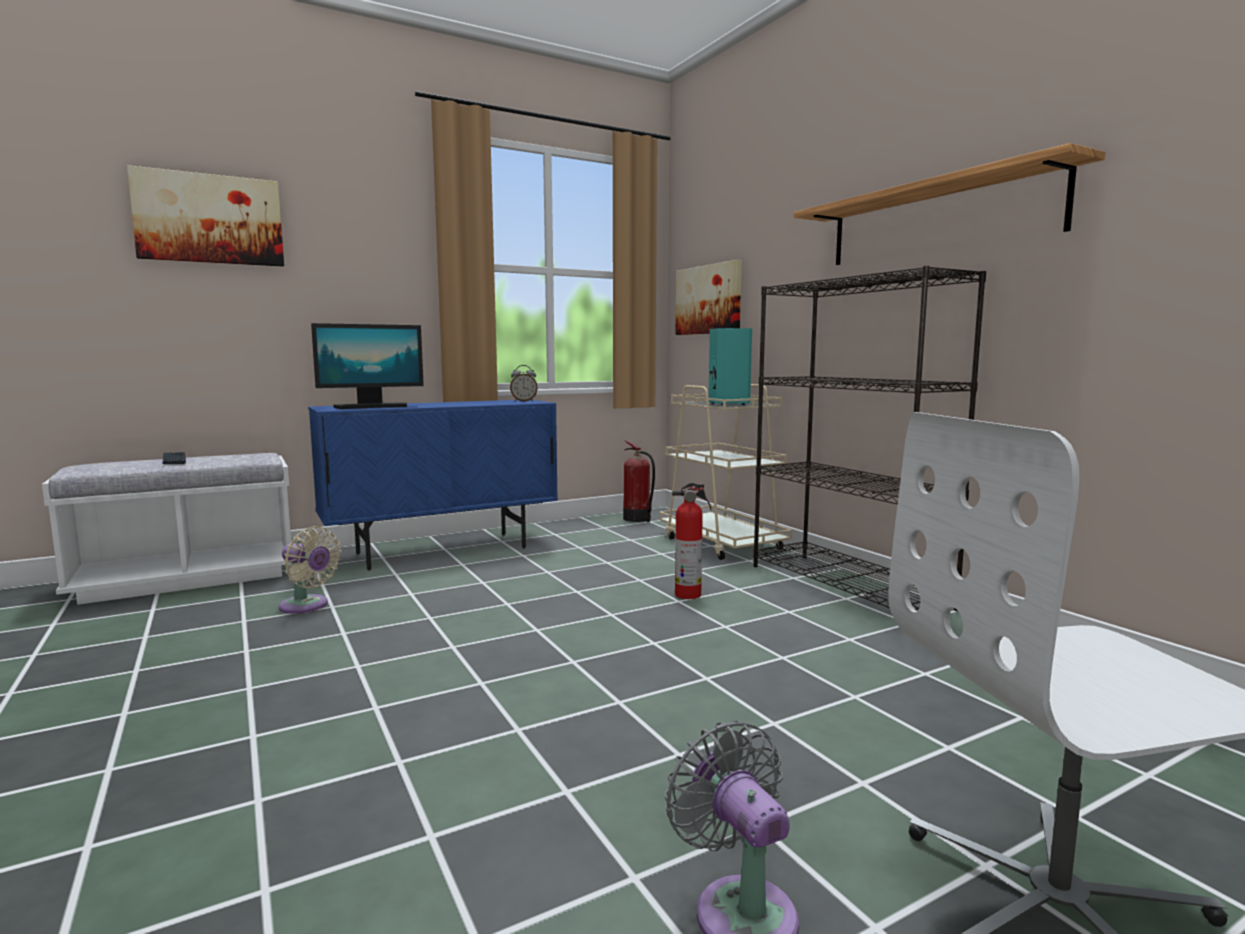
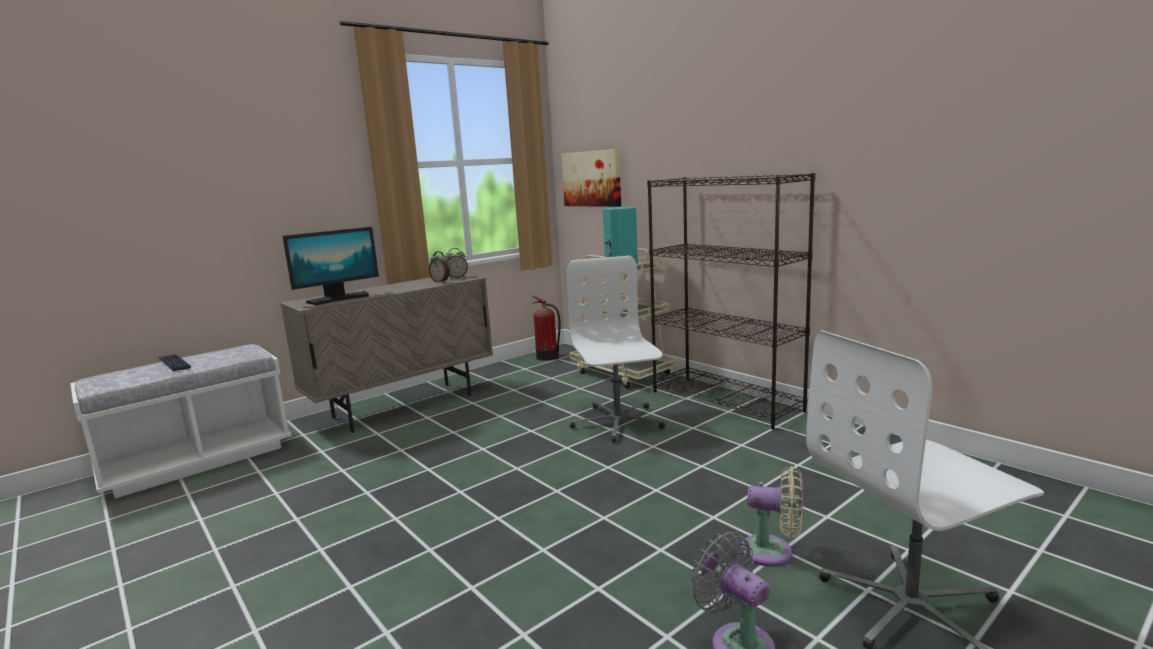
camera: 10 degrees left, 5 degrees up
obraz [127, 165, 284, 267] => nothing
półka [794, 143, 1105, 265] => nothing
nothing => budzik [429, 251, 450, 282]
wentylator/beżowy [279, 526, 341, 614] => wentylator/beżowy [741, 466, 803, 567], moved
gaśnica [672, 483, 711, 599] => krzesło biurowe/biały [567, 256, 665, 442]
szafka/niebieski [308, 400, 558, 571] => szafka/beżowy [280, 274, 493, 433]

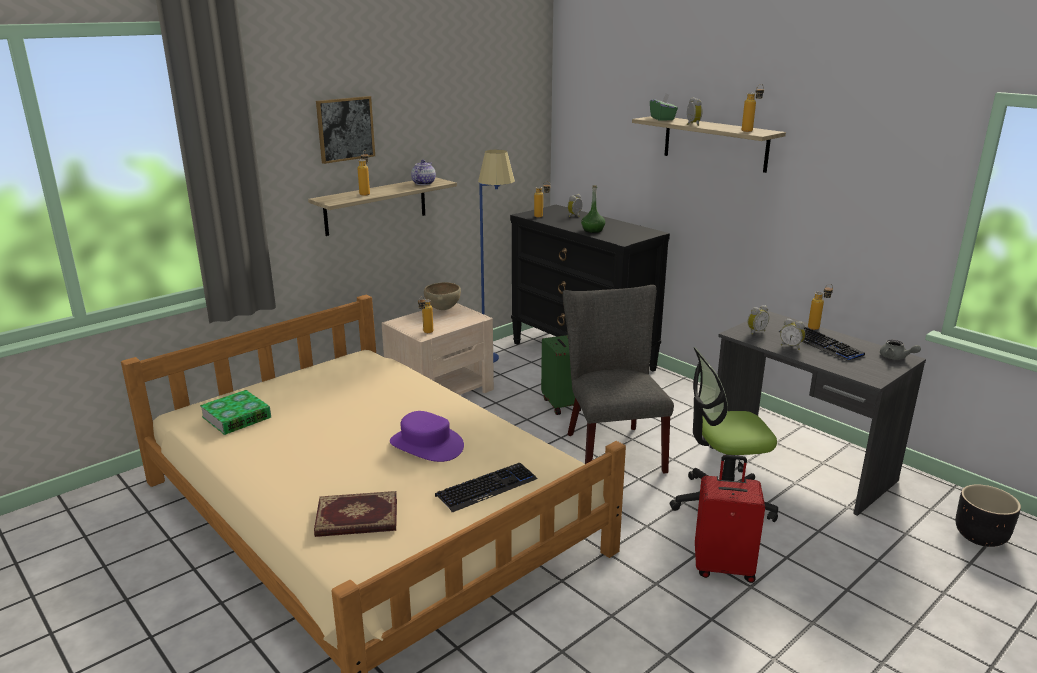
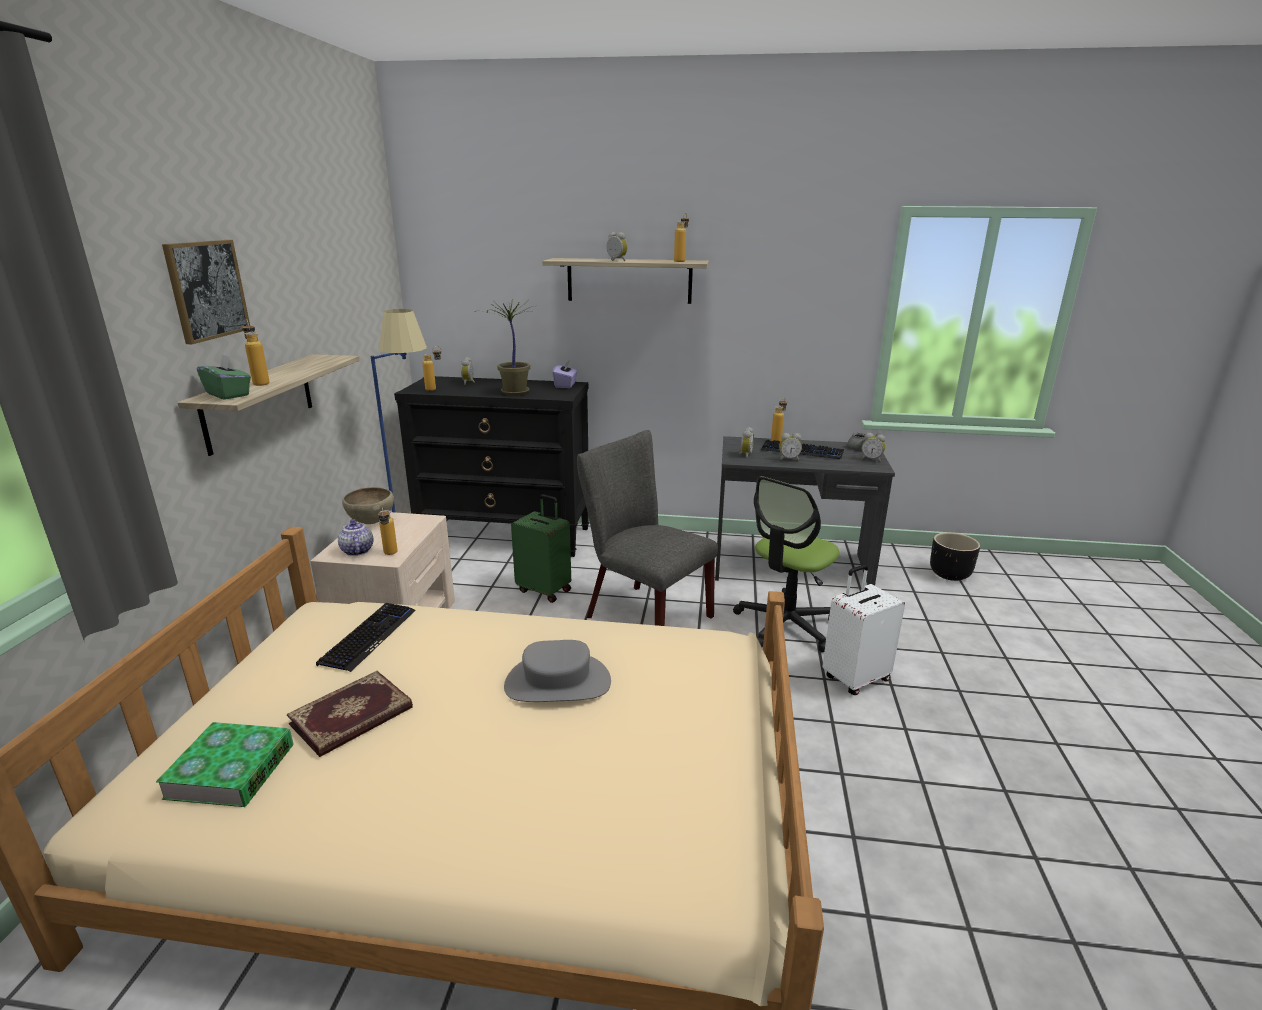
camera: 40 degrees left, 0 degrees up
nothing => pudełko chusteczek/fioletowy [552, 360, 578, 388]
nothing => budzik [862, 433, 885, 462]
książka [314, 491, 397, 537] => książka [287, 671, 413, 757], moved
imbryk [411, 160, 436, 185] => imbryk [338, 519, 374, 556], moved
klawiatura [435, 463, 537, 512] => klawiatura [316, 603, 416, 672], moved
pudełko chusteczek/zielony [650, 94, 678, 121] => pudełko chusteczek/zielony [197, 354, 251, 400], moved
butelka/zielony [581, 185, 605, 233] => roślina doniczkowa [474, 299, 534, 395]
kapelusz/fioletowy [390, 411, 464, 462] => kapelusz/szary [504, 640, 611, 702]
walizka/czerwony [695, 455, 765, 583] => walizka/biały [822, 565, 905, 695]

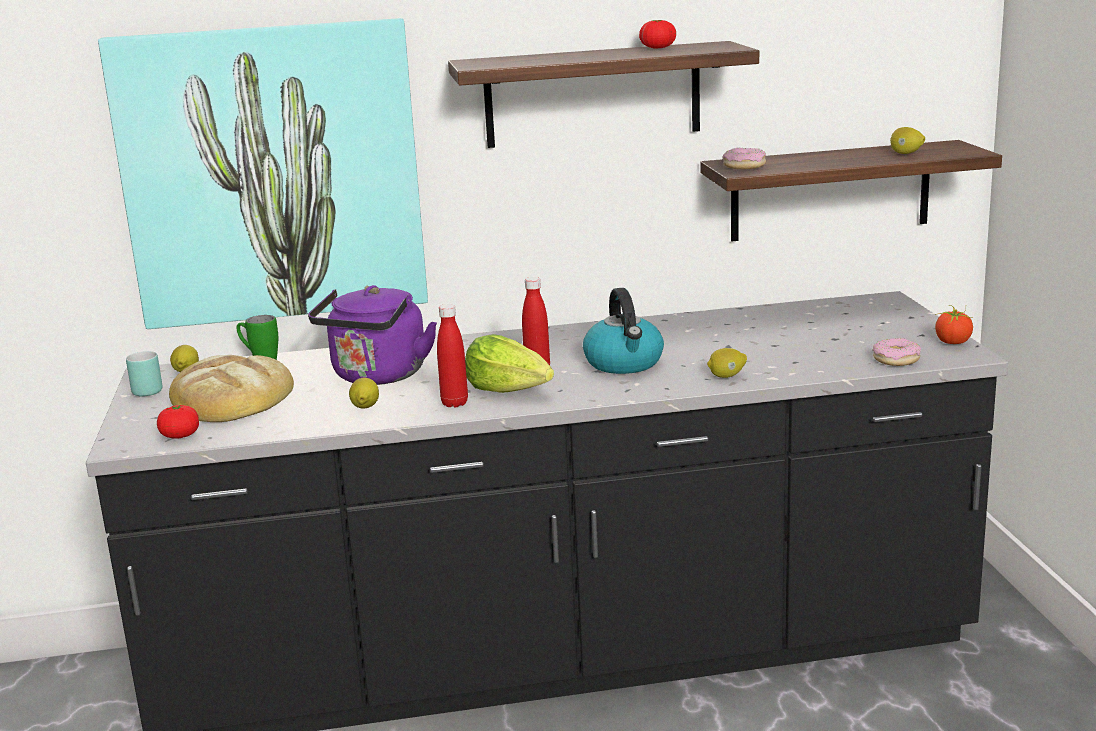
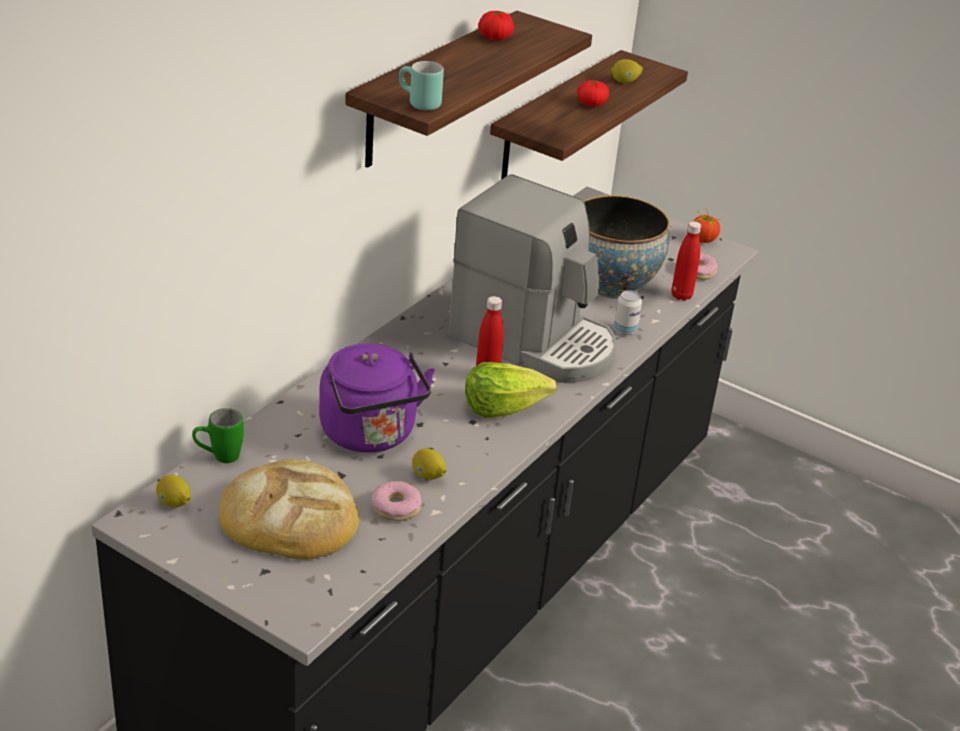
camera: 50 degrees left, 15 degrees up
obraz [98, 18, 428, 329] => nothing
nothing => miska [584, 195, 670, 298]
kubek/turkusowy [126, 351, 163, 396] => kubek/turkusowy [399, 61, 444, 110], moved
pomidor [157, 405, 199, 439] => pomidor [577, 80, 609, 106], moved
butelka/czerwony [437, 304, 468, 408] => butelka/czerwony [672, 221, 701, 301], moved
donut [723, 148, 766, 169] => donut [373, 481, 422, 521], moved
czajnik [583, 288, 664, 374] => ekspres do kawy [449, 174, 617, 383]
cytryna [707, 348, 747, 378] => puszka [614, 290, 642, 335]

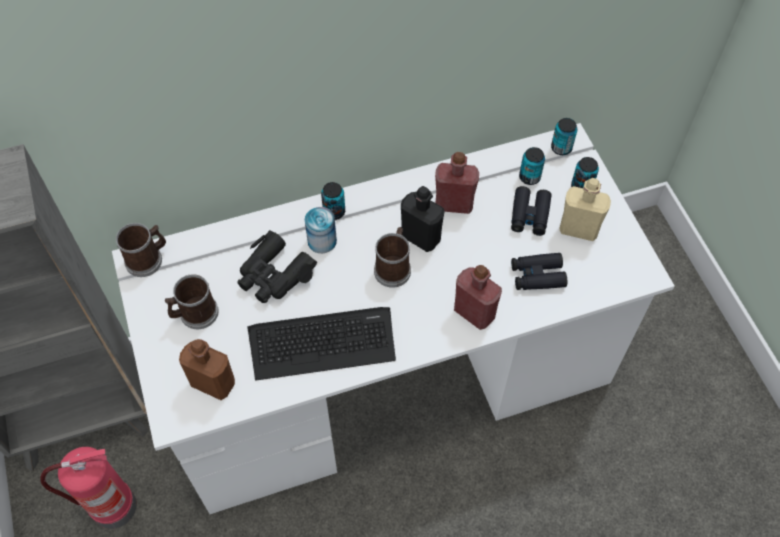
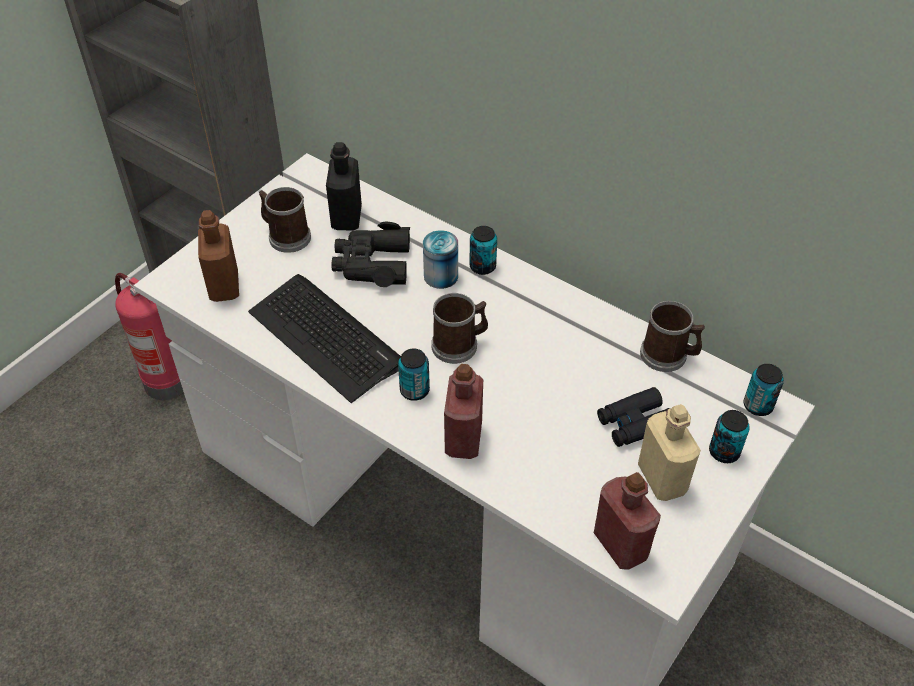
camera: 55 degrees right, 10 degrees down
lornetka/czarny [511, 253, 567, 290] => nothing
kubek [116, 223, 166, 277] => kubek [640, 301, 705, 372], moved
butelka/czarny [401, 186, 445, 252] => butelka/czarny [326, 142, 362, 230], moved
butelka/czerwony [435, 152, 479, 214] => butelka/czerwony [594, 472, 661, 569], moved
puszka [519, 147, 545, 185] => puszka [398, 349, 430, 401], moved

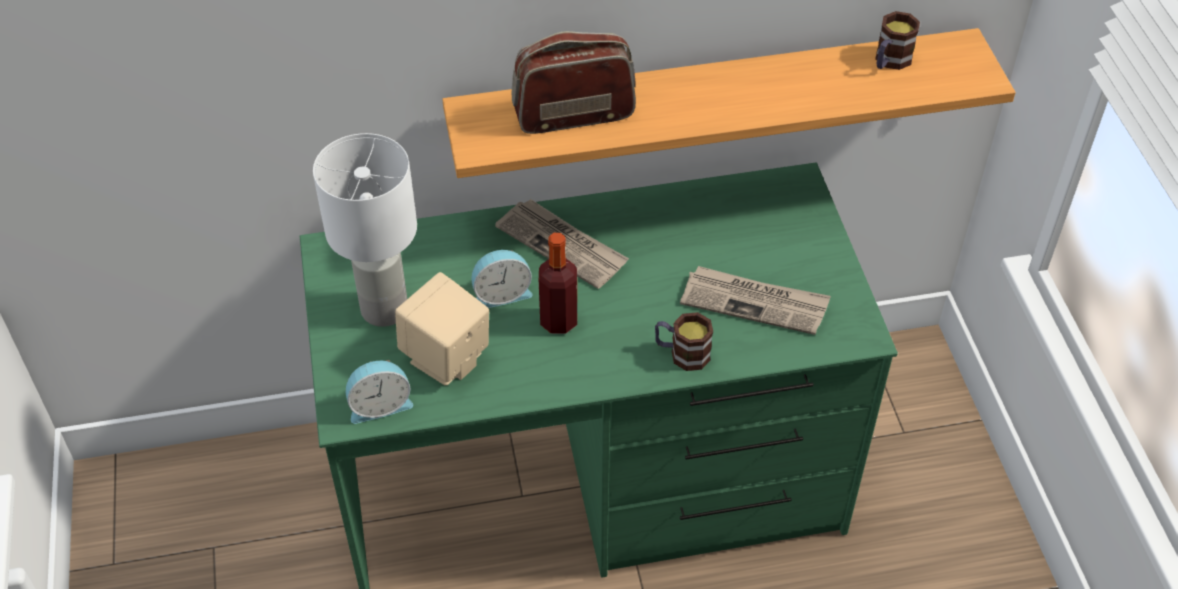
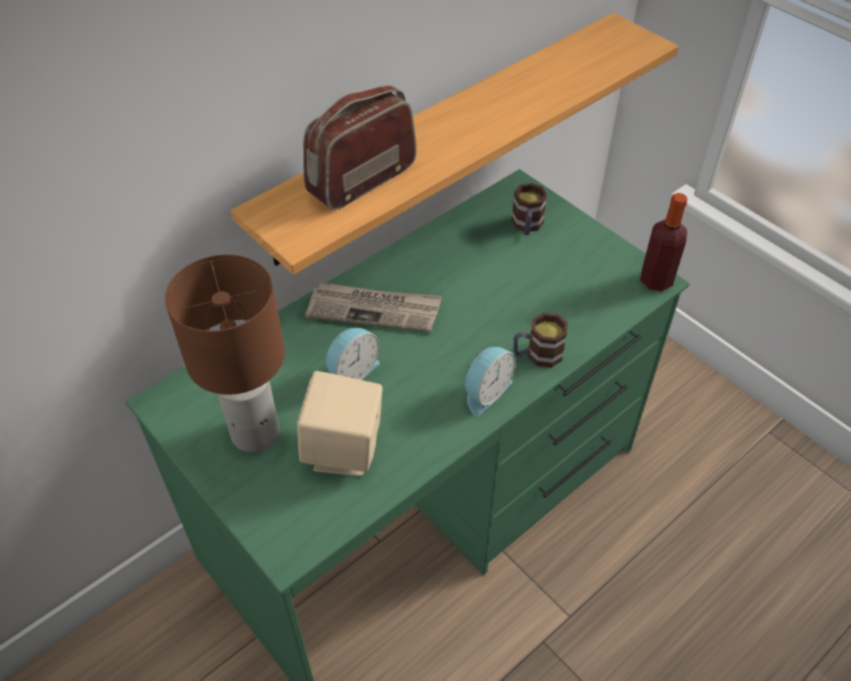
camera: 30 degrees left, 0 degrees up
gazeta [680, 266, 831, 335] => nothing
budzik [346, 360, 413, 424] => budzik [465, 347, 515, 416], moved
butelka [539, 233, 577, 334] => butelka [640, 193, 687, 291], moved
kubek [875, 11, 920, 70] => kubek [511, 183, 547, 235], moved
lampa stołowa/biały [313, 133, 417, 327] => lampa stołowa/brązowy [165, 254, 285, 452]

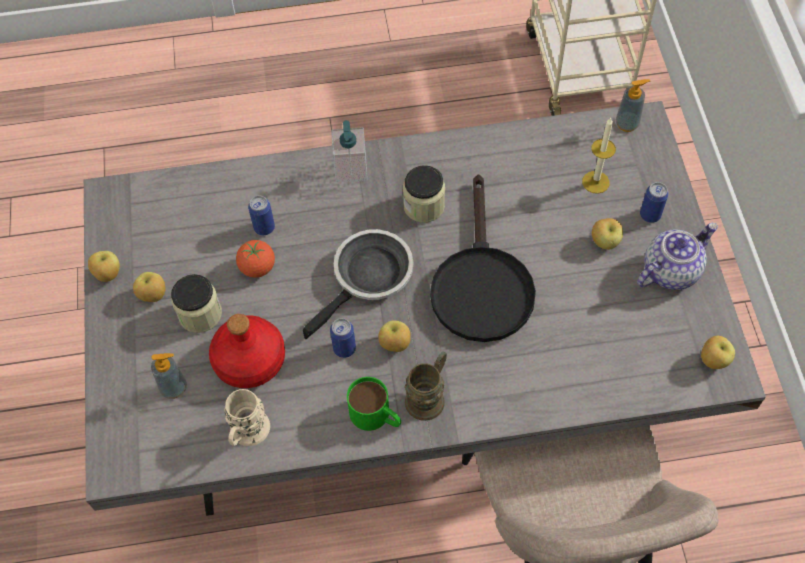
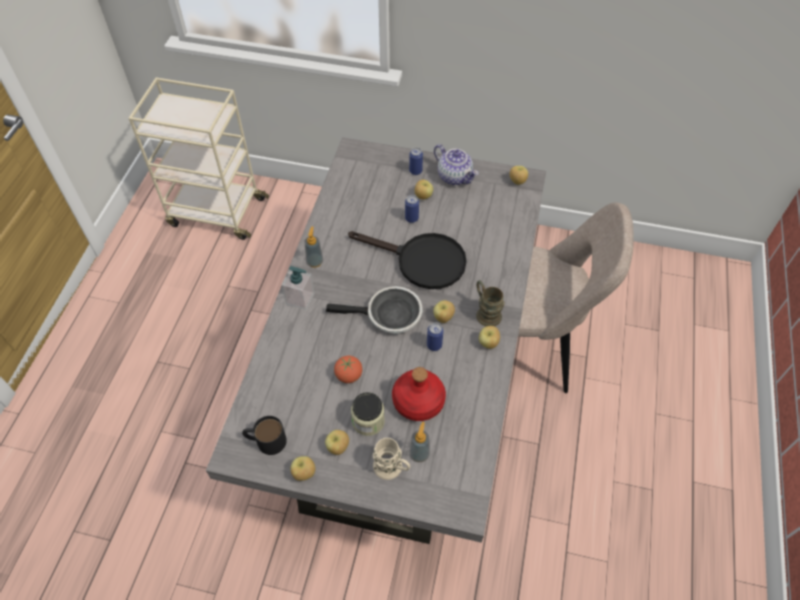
camera: 70 degrees left, 5 degrees down
słoik [403, 165, 445, 223] => nothing
świeca [582, 118, 616, 194] => nothing
nothing => kubek/czarny [242, 416, 287, 455]
kubek/beżowy [224, 389, 270, 446] => kubek/beżowy [373, 438, 410, 480], moved
puszka [248, 195, 275, 235] => puszka [405, 195, 419, 223], moved
dozownik mydła [616, 79, 650, 132] => dozownik mydła [304, 226, 323, 268], moved
kubek/zielony [347, 377, 401, 431] => jabłko [479, 326, 500, 349]
patelnia [303, 229, 413, 339] => patelnia [326, 286, 422, 334], 120 degrees clockwise
imbryk [637, 223, 718, 290] => imbryk [434, 144, 479, 185], 150 degrees clockwise

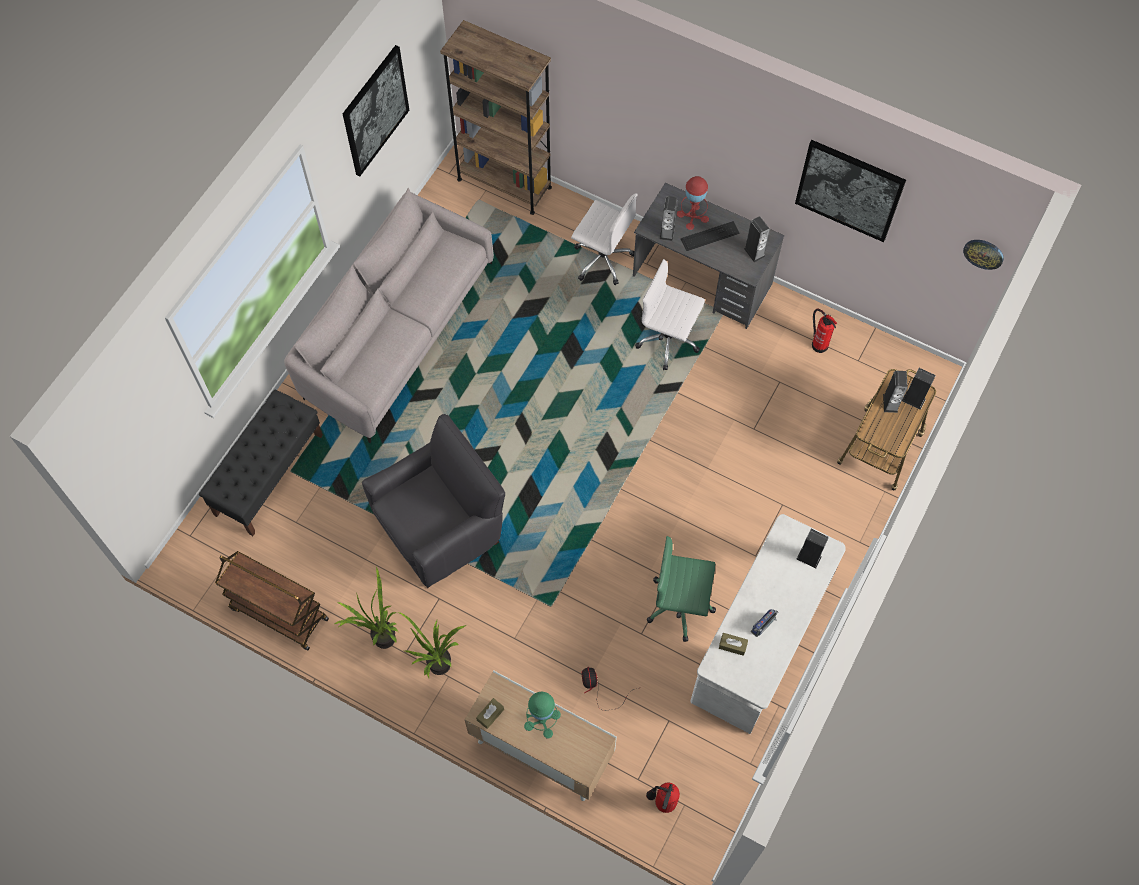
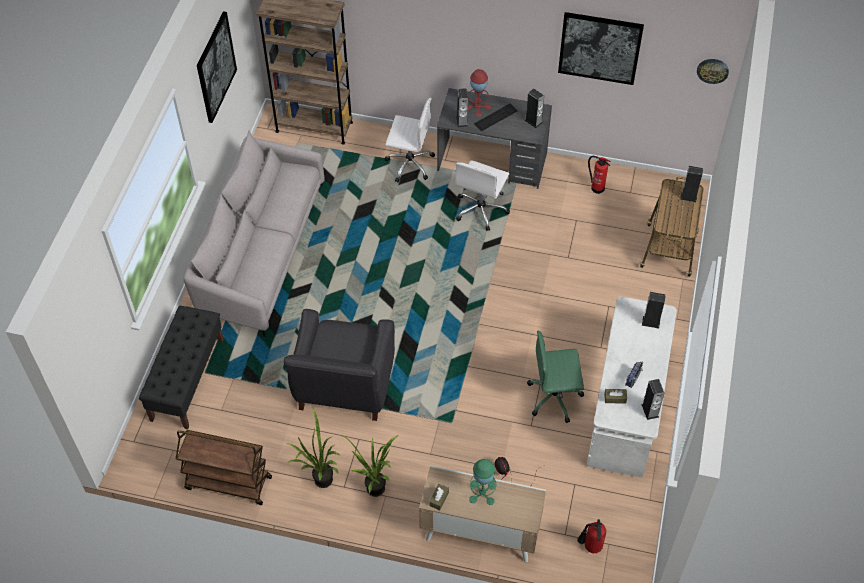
camera: 15 degrees left, 10 degrees down
głośnik [883, 371, 908, 413] => głośnik [641, 379, 664, 420], moved
fotel/czarny [362, 414, 505, 588] => fotel/czarny [284, 309, 395, 421], 150 degrees clockwise
krzesło biurowe/biały [635, 259, 705, 370] => krzesło biurowe/biały [456, 160, 510, 231], 75 degrees counterclockwise

